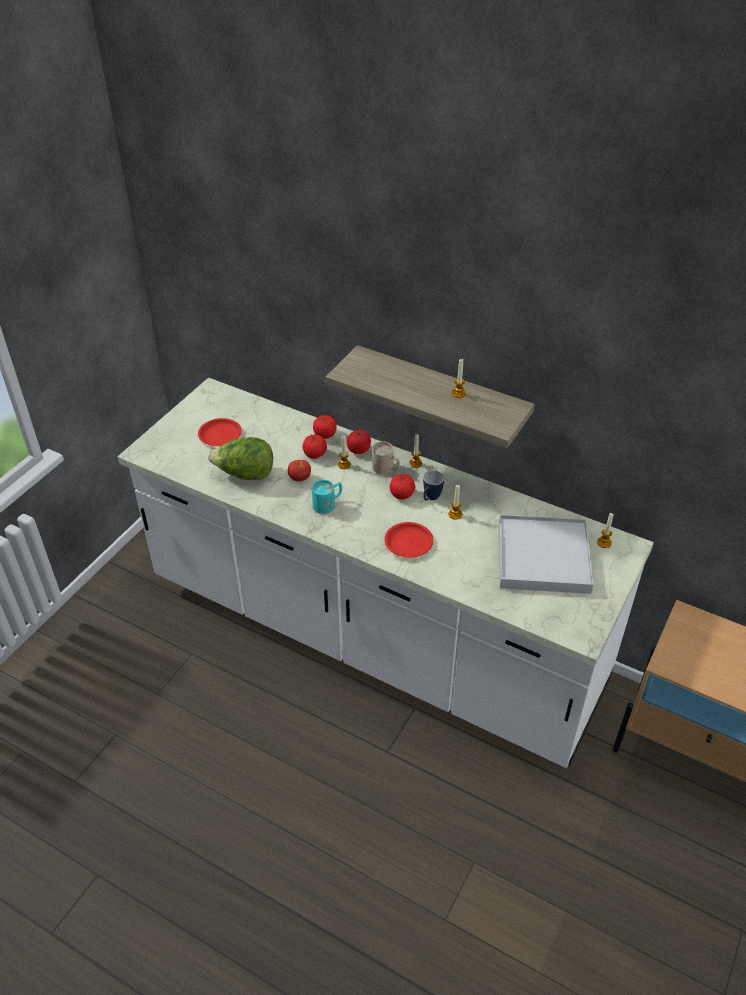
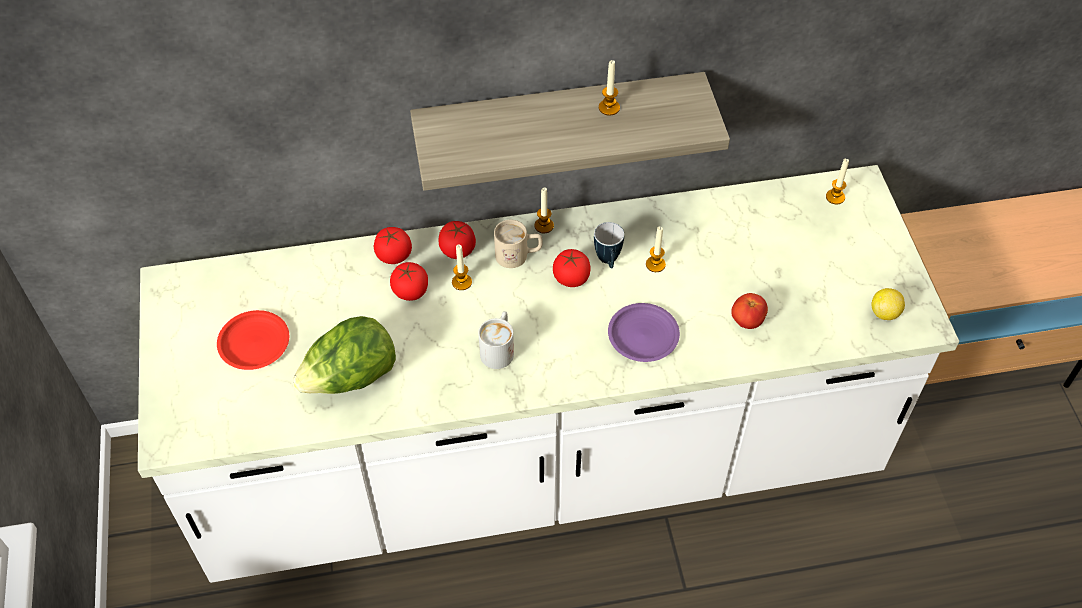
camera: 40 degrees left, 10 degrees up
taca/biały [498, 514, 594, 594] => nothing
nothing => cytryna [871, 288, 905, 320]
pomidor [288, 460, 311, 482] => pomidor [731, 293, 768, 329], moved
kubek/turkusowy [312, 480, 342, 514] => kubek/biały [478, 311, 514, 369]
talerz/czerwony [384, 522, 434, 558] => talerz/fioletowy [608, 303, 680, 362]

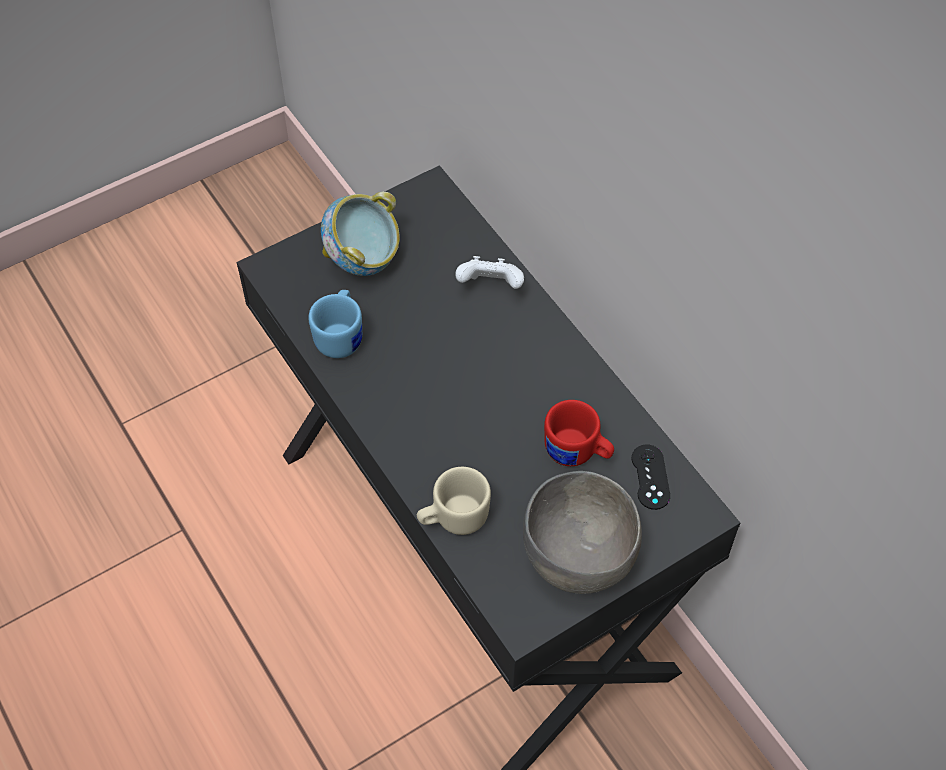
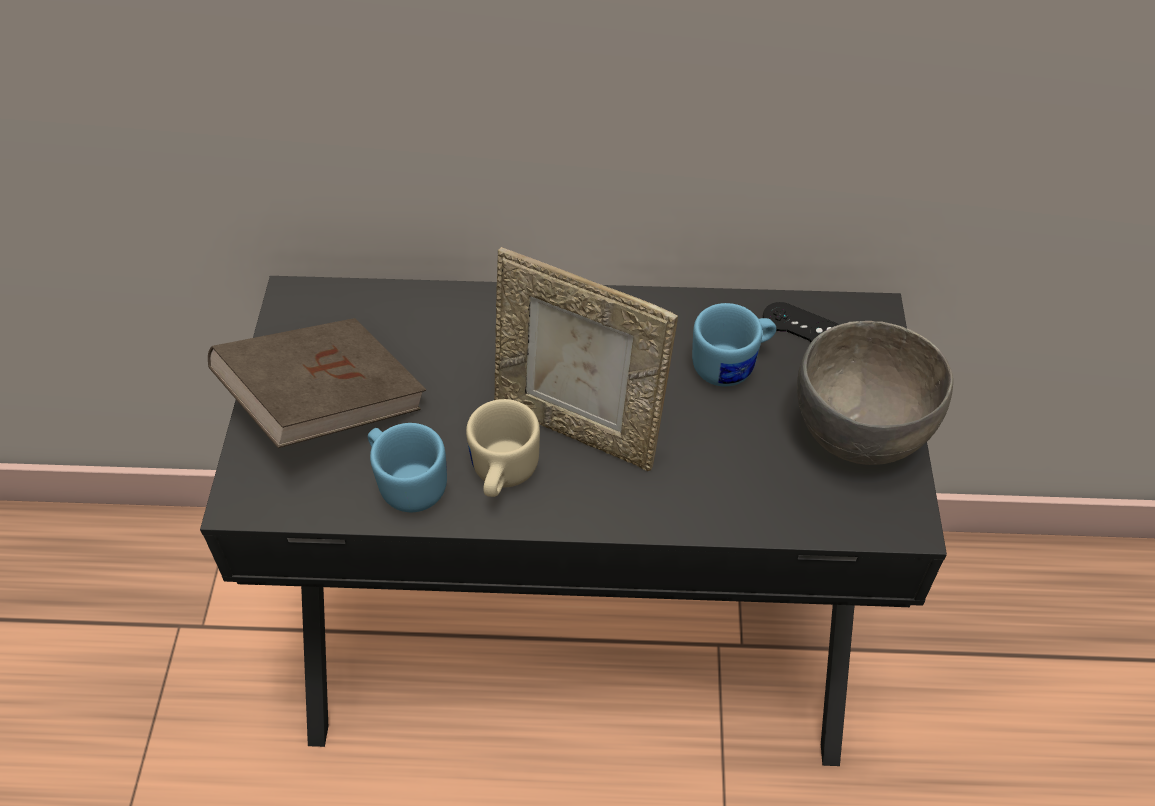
camera: 55 degrees left, 5 degrees down
pad do gier/biały [455, 256, 524, 289] => nothing
nothing => ramka na zdjęcie [494, 247, 678, 471]
kubek/beżowy [417, 467, 491, 535] => kubek/beżowy [466, 399, 540, 497], moved
miska [321, 192, 400, 276] => książka/brązowy [208, 318, 426, 448]
kubek/czerwony [544, 400, 614, 466] => kubek/niebieski [692, 303, 776, 386]

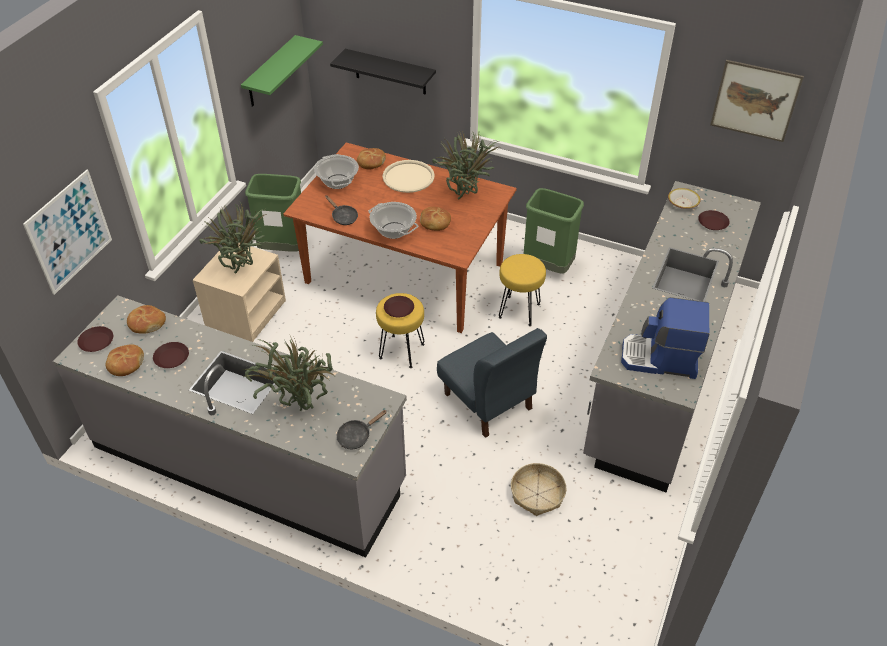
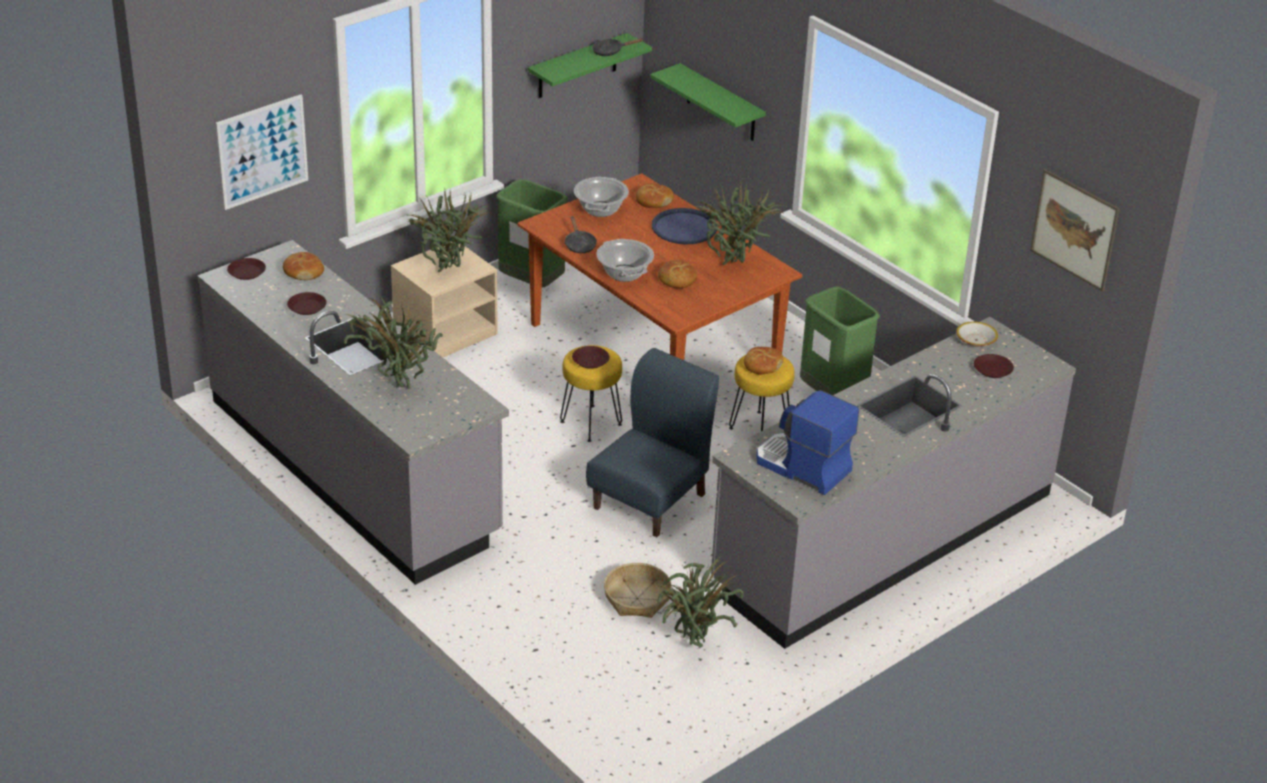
camera: 25 degrees right, 10 degrees down
nothing => roślina doniczkowa [657, 556, 744, 647]
chleb [105, 345, 144, 376] => chleb [744, 347, 783, 375], moved
patelnia/czarny [336, 410, 387, 449] => patelnia/czarny [592, 38, 644, 56], moved
półka/czarny [330, 49, 436, 95] => półka/zielony [650, 63, 766, 141]
taca/beżowy [383, 160, 435, 193] => taca/niebieski [652, 208, 718, 244]
krzesło/niebieski [437, 328, 547, 438] => krzesło/niebieski [586, 348, 719, 537], 135 degrees counterclockwise

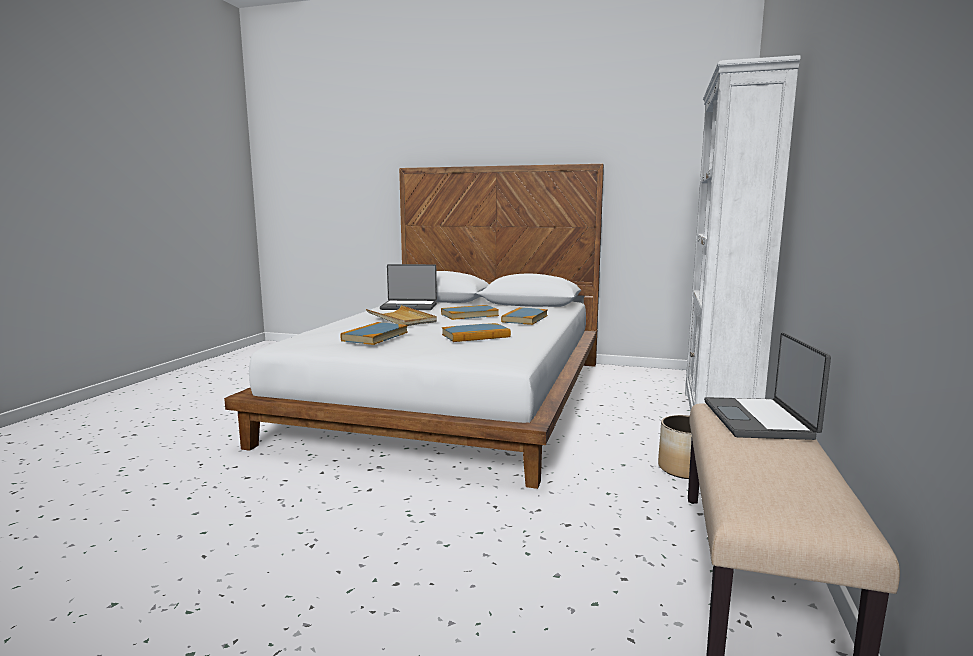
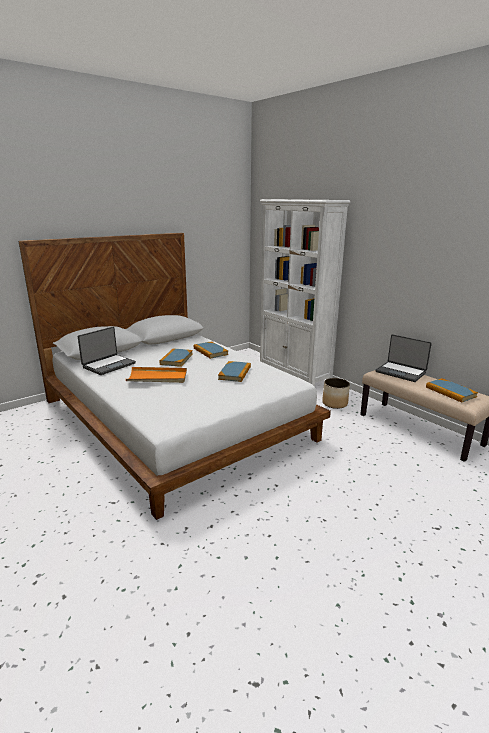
camera: 55 degrees left, 10 degrees up
książka [340, 322, 408, 345] => książka [426, 378, 478, 403], moved
taca/beżowy [366, 305, 437, 326] => taca/pomarańczowy [126, 367, 187, 383]

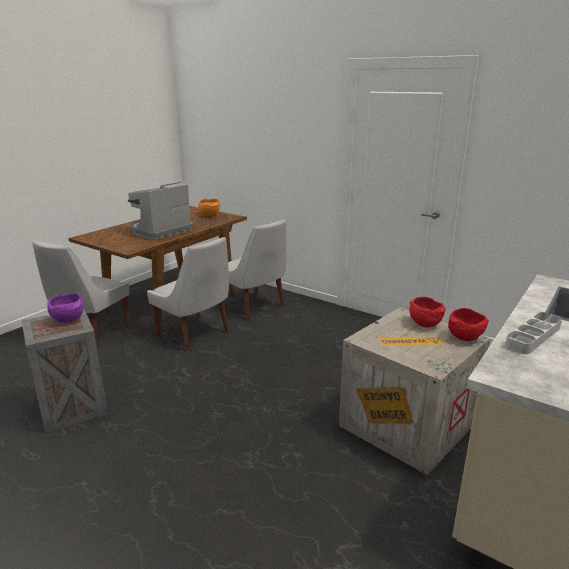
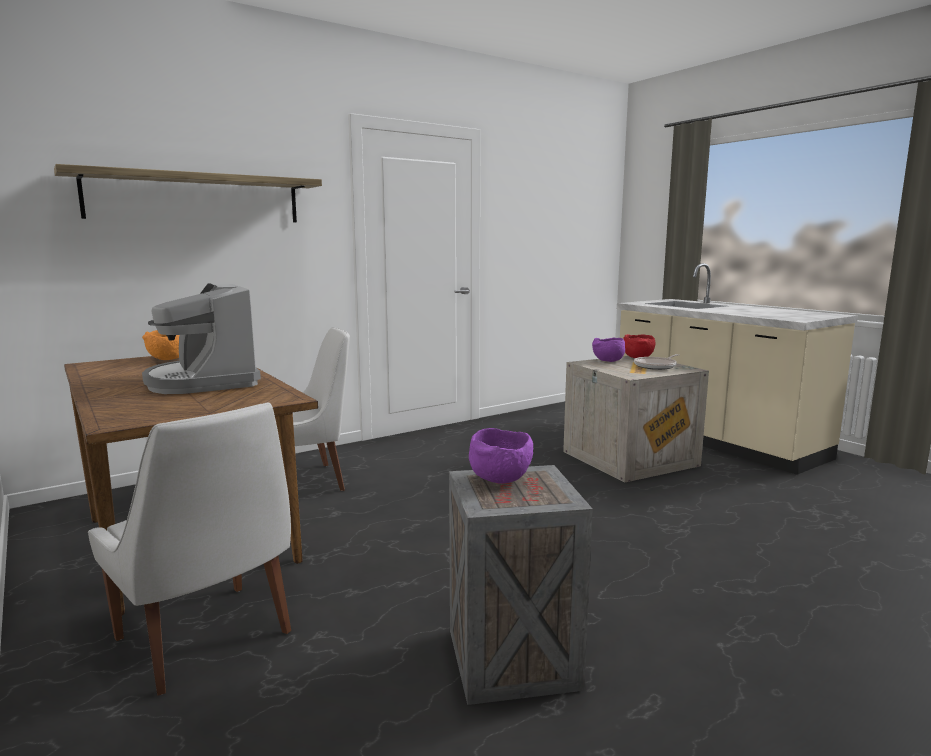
camera: 70 degrees left, 10 degrees down
krzesło/biały [147, 237, 229, 352] => nothing
taca/szary [505, 312, 562, 354] => nothing
nothing => półka [54, 164, 322, 222]
nothing => patelnia [634, 354, 679, 370]
miska/czerwony [409, 297, 446, 327] => miska/fioletowy [592, 337, 625, 362]

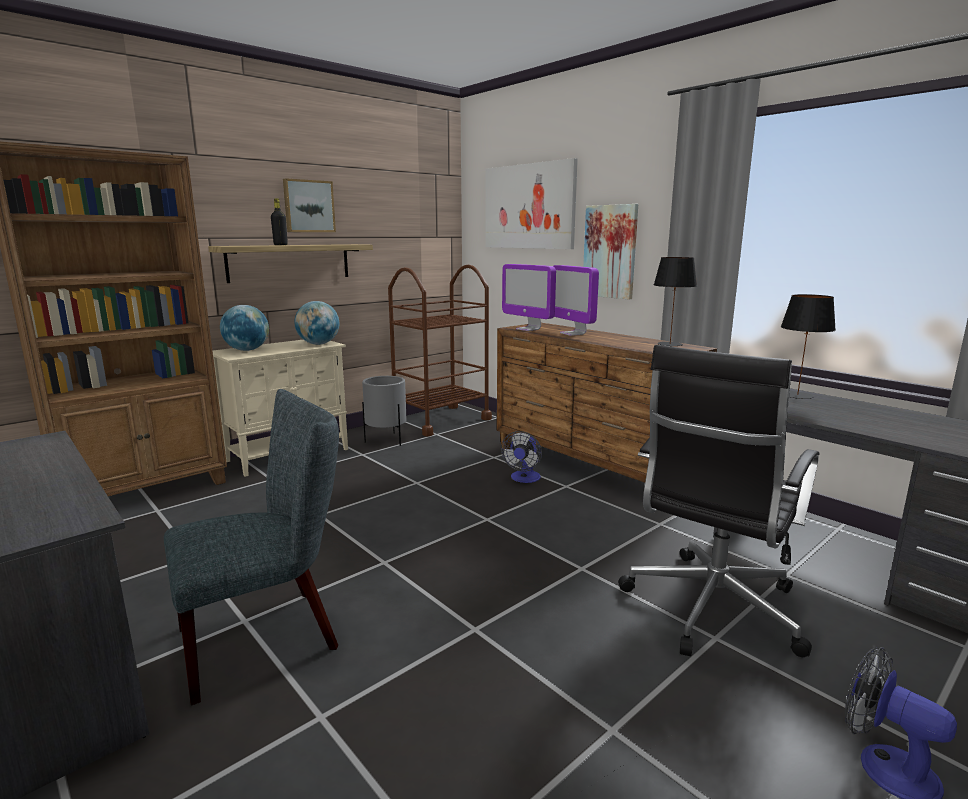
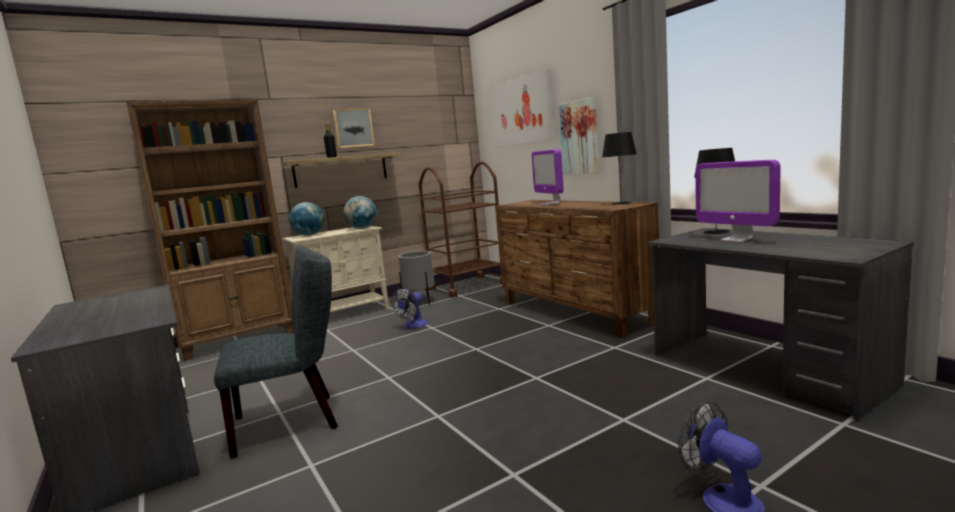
camera: 10 degrees right, 5 degrees down
krzesło biurowe/czarny [618, 345, 819, 657] => nothing
wentylator [501, 431, 542, 483] => wentylator [391, 288, 428, 329], moved
monitor [502, 264, 556, 331] => monitor [695, 160, 780, 242], moved

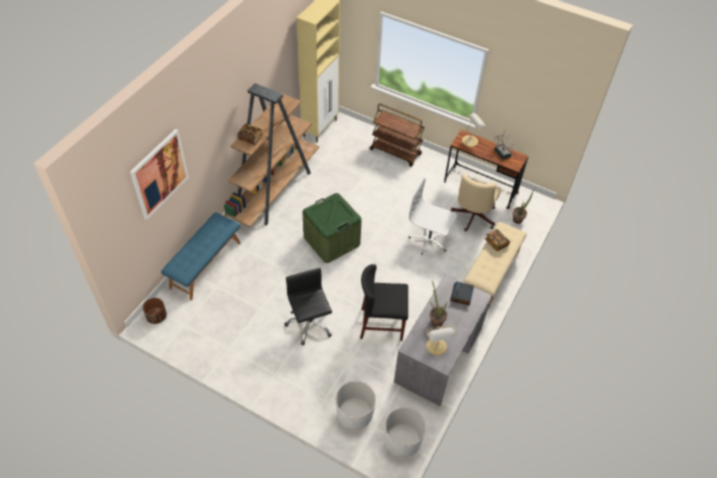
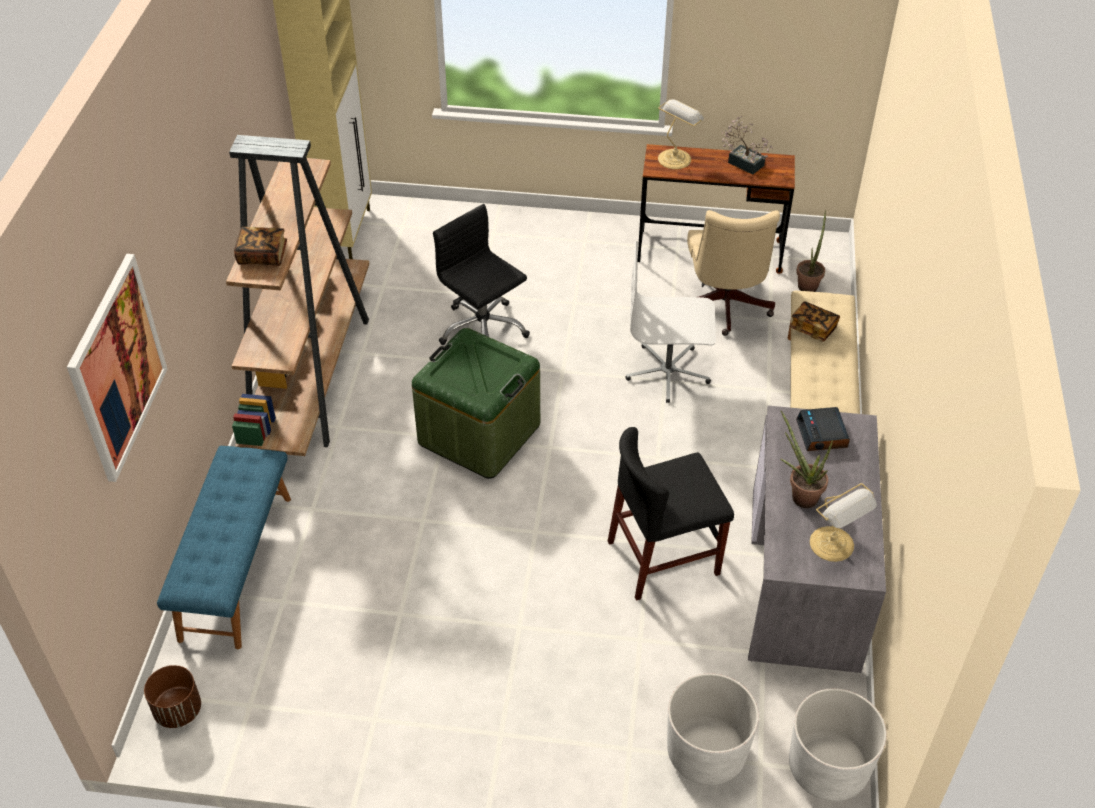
camera: 20 degrees left, 5 degrees down
wózek/brązowy [370, 104, 425, 167] => nothing
krzesło biurowe/czarny [285, 268, 332, 345] => krzesło biurowe/czarny [433, 204, 530, 345], moved

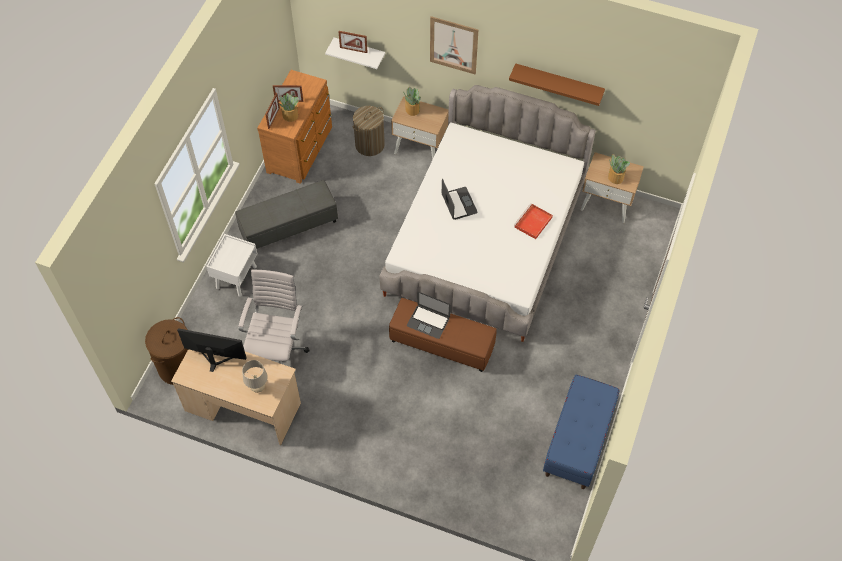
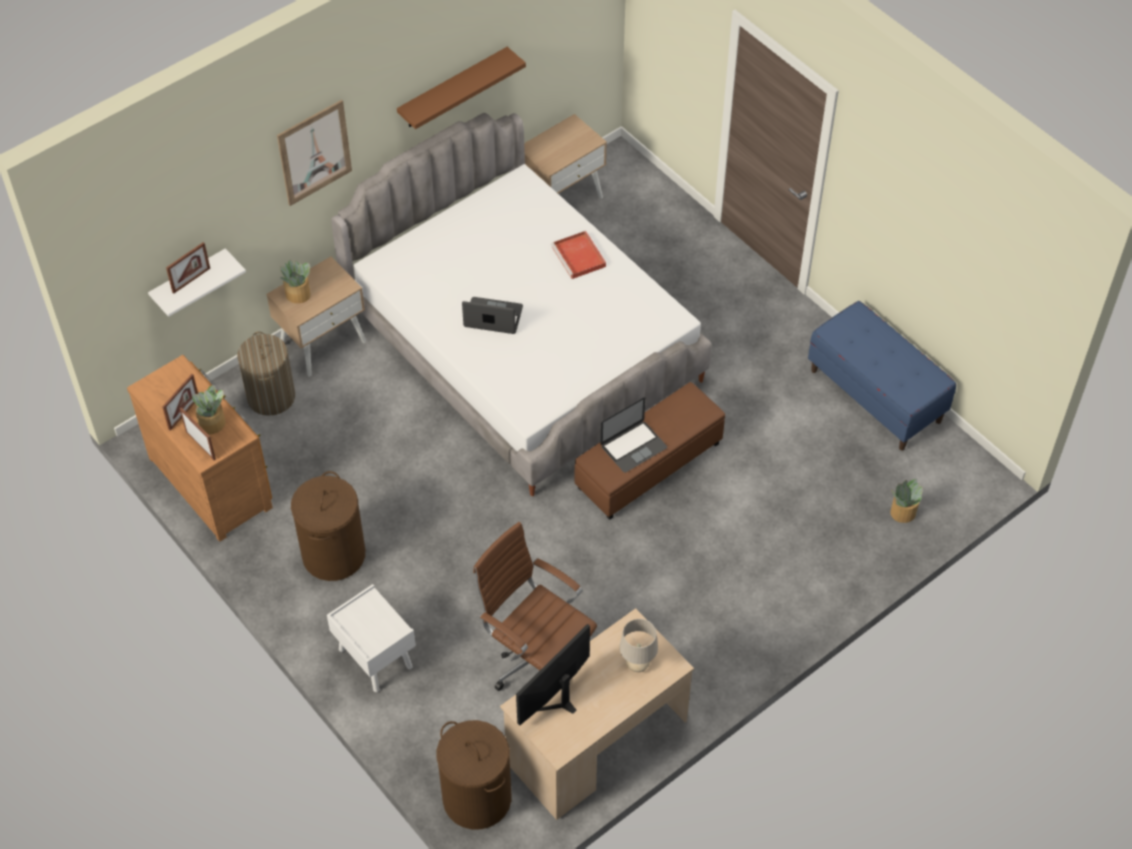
camera: 60 degrees left, 5 degrees down
roślina doniczkowa [608, 154, 630, 184] => roślina doniczkowa [890, 479, 923, 523], moved
pufa/szary [235, 180, 338, 249] => kosz na pranie/brązowy [291, 471, 365, 581]
krzesło biurowe/biały [239, 270, 310, 364] => krzesło biurowe/brązowy [473, 522, 597, 691]

